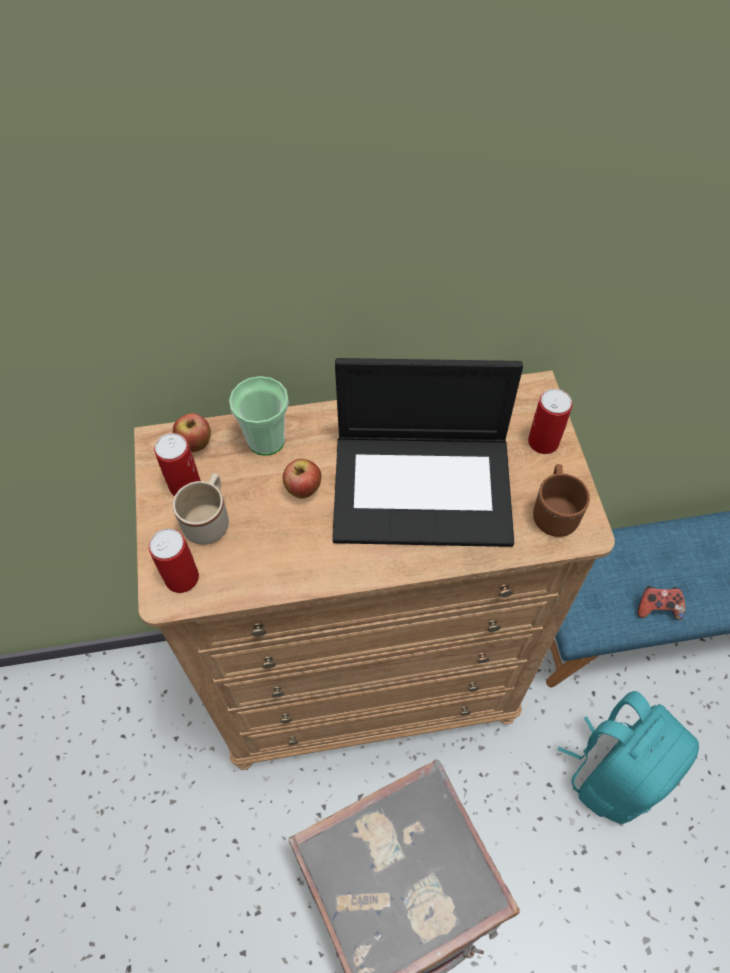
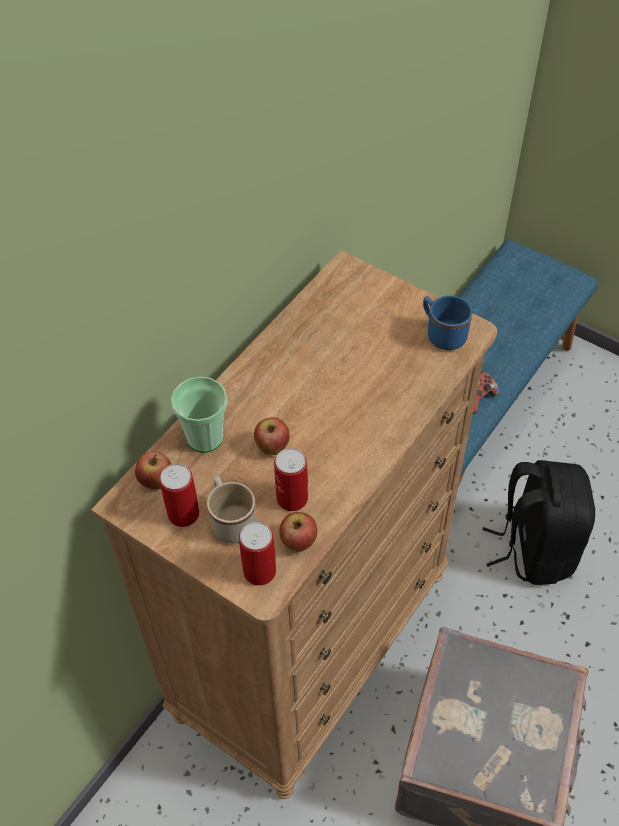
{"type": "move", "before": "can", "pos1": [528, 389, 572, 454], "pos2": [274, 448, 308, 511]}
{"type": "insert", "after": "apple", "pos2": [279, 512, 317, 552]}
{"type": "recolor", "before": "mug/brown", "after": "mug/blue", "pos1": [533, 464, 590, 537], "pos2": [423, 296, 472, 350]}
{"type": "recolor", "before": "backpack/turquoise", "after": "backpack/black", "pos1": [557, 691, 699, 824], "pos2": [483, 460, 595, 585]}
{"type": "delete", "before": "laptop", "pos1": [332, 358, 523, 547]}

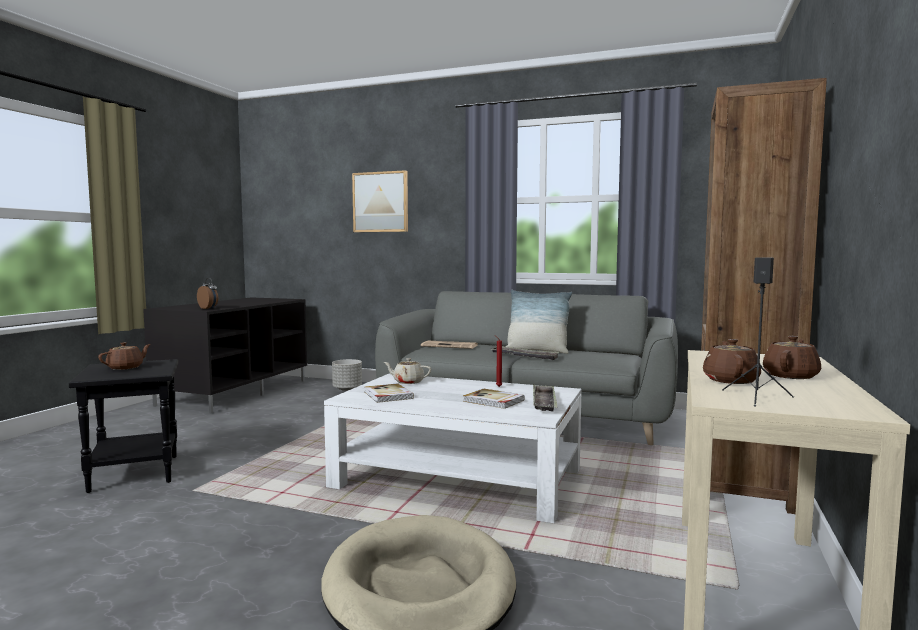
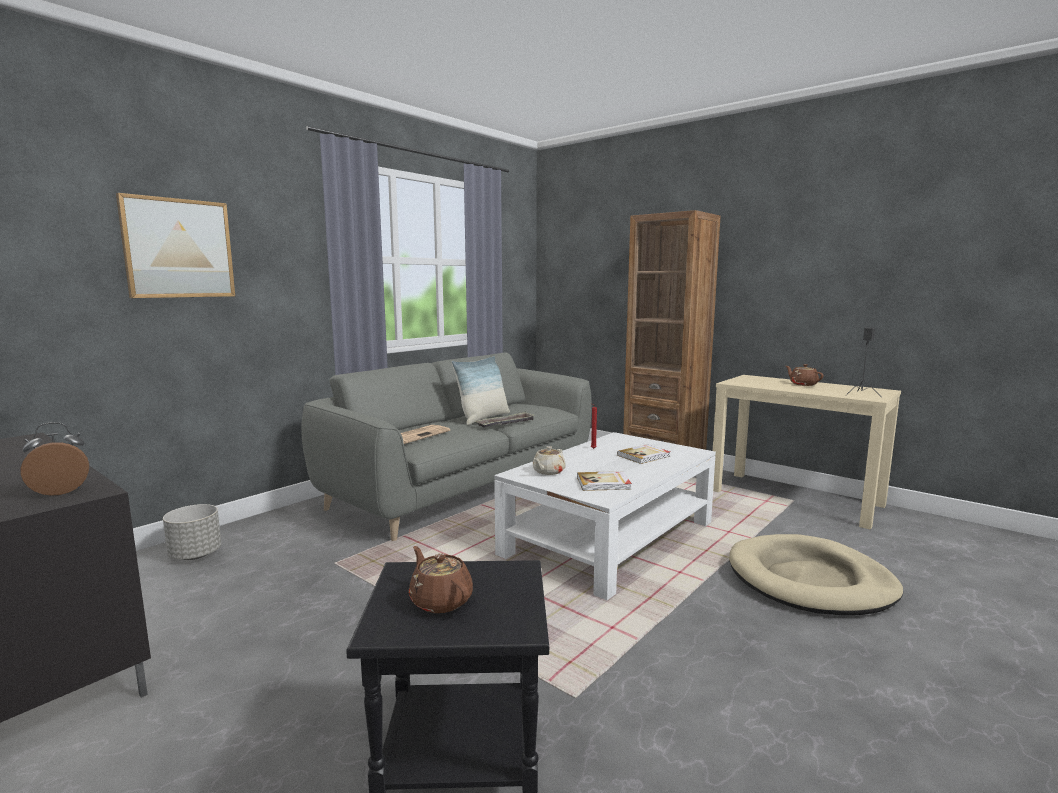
{"type": "delete", "before": "tray", "pos1": [533, 384, 558, 412]}
{"type": "delete", "before": "teapot/brown", "pos1": [703, 339, 761, 384]}

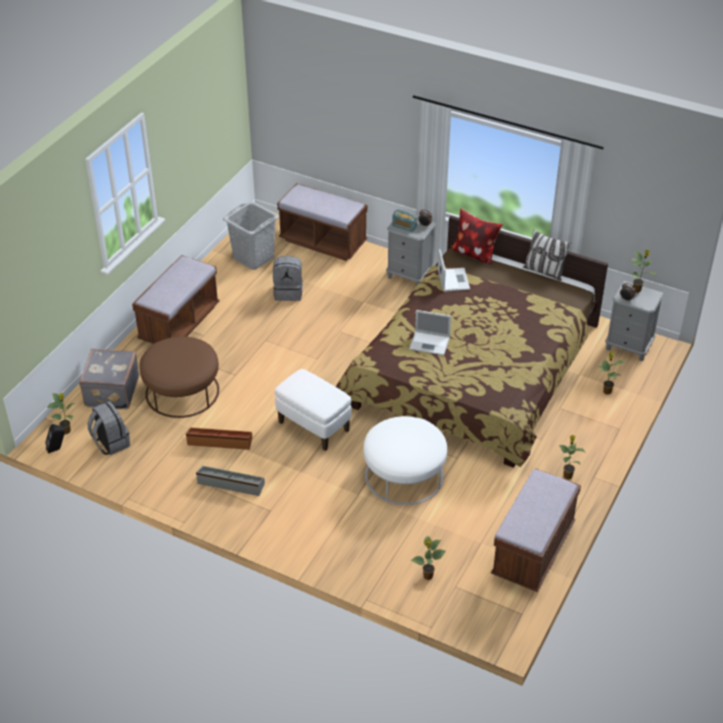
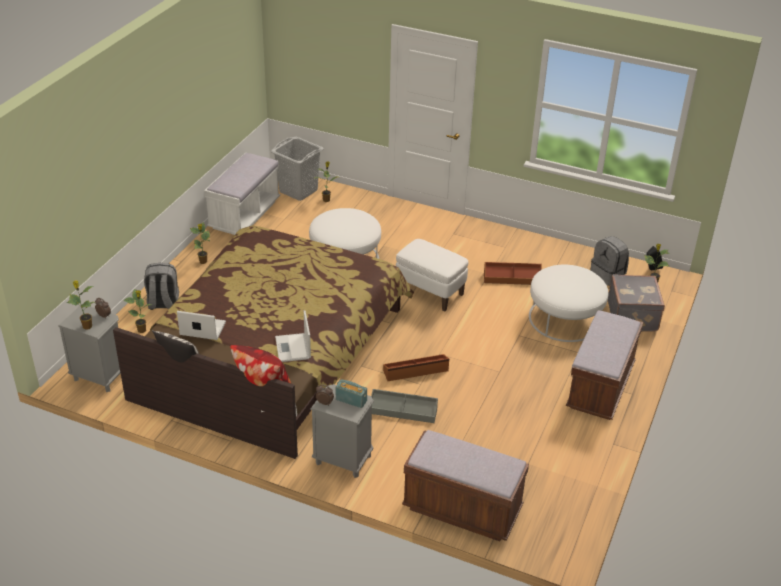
{"type": "move", "before": "backpack/grey", "pos1": [273, 256, 303, 301], "pos2": [144, 263, 179, 310]}
{"type": "move", "before": "laptop", "pos1": [409, 310, 451, 355], "pos2": [177, 311, 226, 340]}
{"type": "recolor", "before": "bench/brown", "after": "bench/white", "pos1": [491, 468, 581, 592], "pos2": [204, 153, 280, 235]}
{"type": "move", "before": "laundry basket/grey", "pos1": [223, 201, 279, 270], "pos2": [271, 137, 324, 201]}
{"type": "move", "before": "storage box/grey", "pos1": [196, 466, 265, 496], "pos2": [371, 389, 438, 423]}
{"type": "insert", "after": "storage box/brown", "pos2": [383, 354, 449, 381]}
{"type": "recolor", "before": "ottoman/brown", "after": "ottoman/white", "pos1": [139, 336, 219, 418], "pos2": [529, 265, 608, 342]}

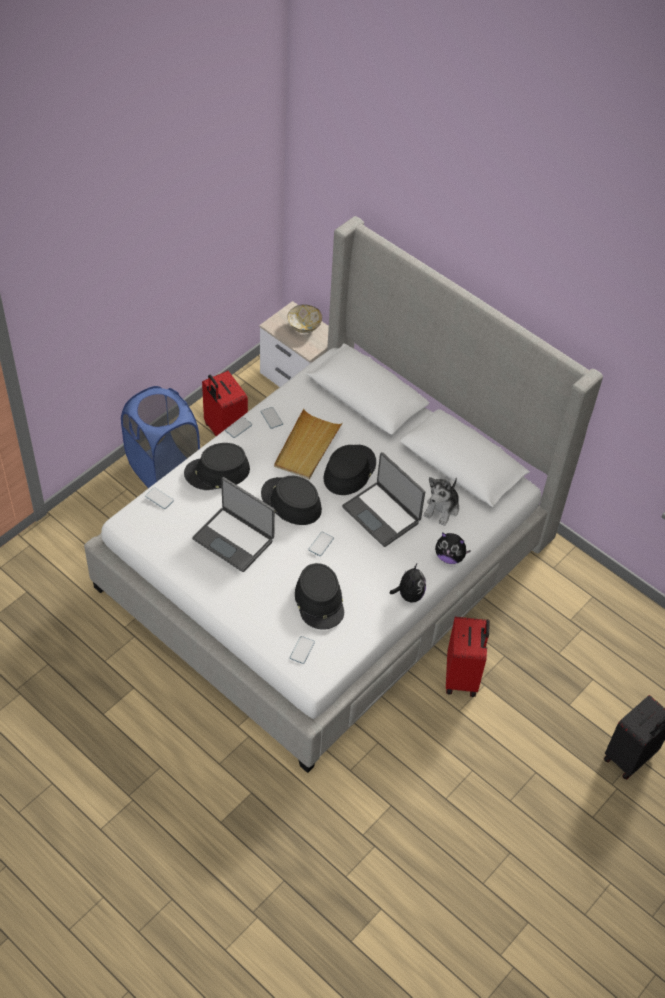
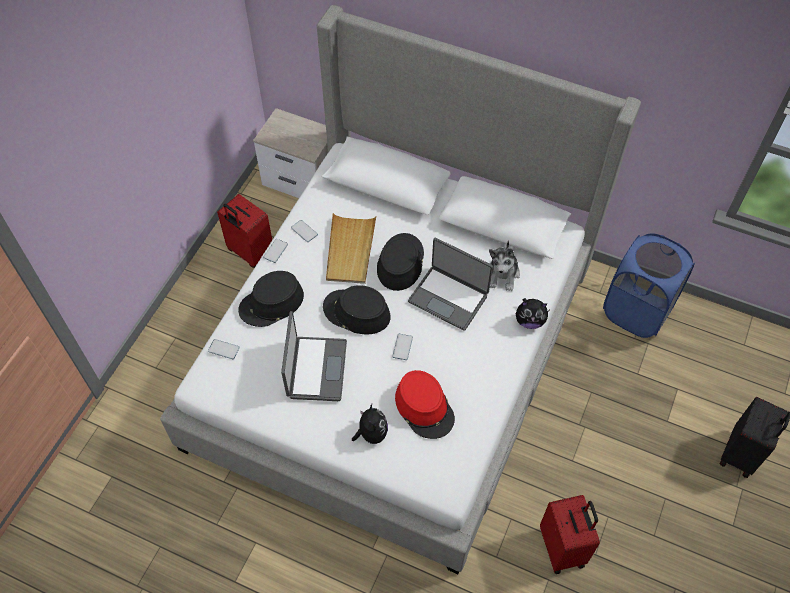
{"type": "rotate", "before": "laptop", "pos1": [192, 477, 275, 572], "pos2": [281, 311, 347, 401], "turn": -105}
{"type": "move", "before": "plush toy", "pos1": [390, 564, 426, 602], "pos2": [352, 404, 388, 444]}
{"type": "recolor", "before": "hat/black", "after": "hat/red", "pos1": [295, 563, 344, 630], "pos2": [395, 370, 455, 439]}
{"type": "move", "before": "suitcase/red", "pos1": [446, 617, 490, 697], "pos2": [540, 495, 600, 574]}
{"type": "move", "before": "laundry basket/blue", "pos1": [121, 386, 200, 488], "pos2": [603, 233, 695, 338]}
{"type": "delete", "before": "bowl", "pos1": [287, 304, 322, 333]}
{"type": "delete", "before": "phone", "pos1": [290, 636, 315, 664]}

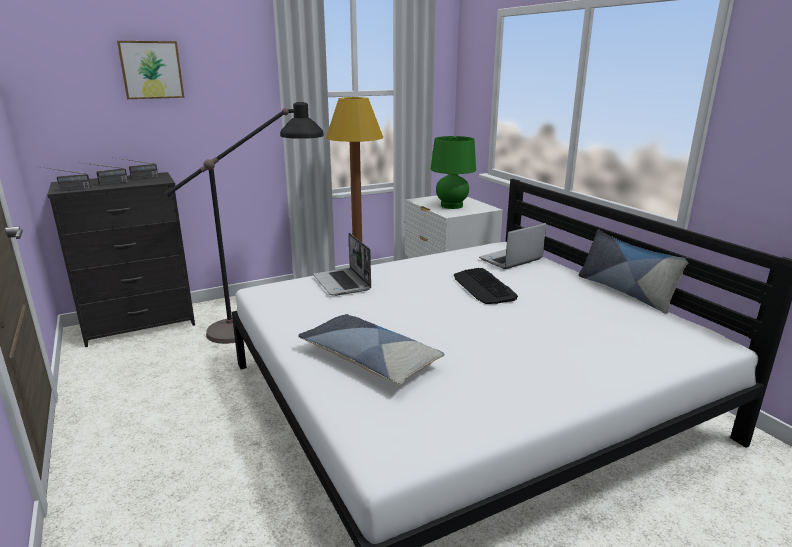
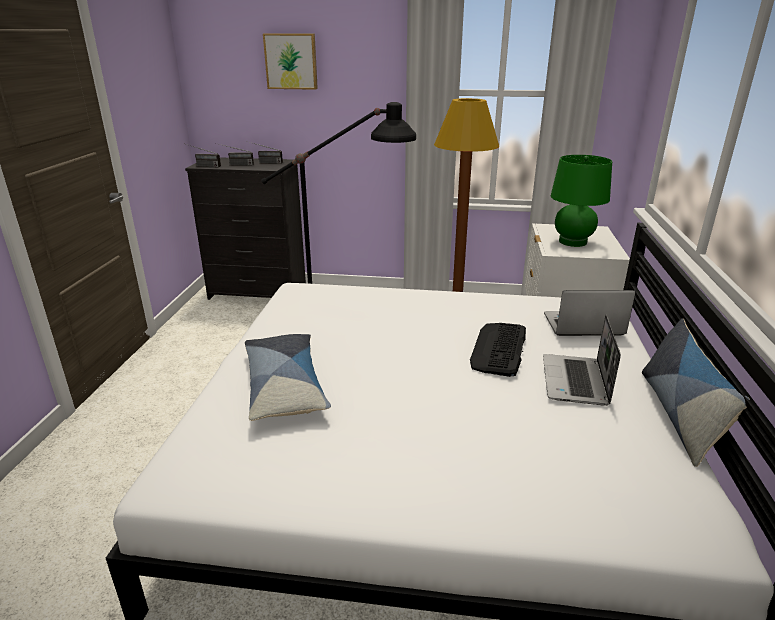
{"type": "move", "before": "laptop", "pos1": [313, 233, 371, 296], "pos2": [543, 314, 621, 406]}

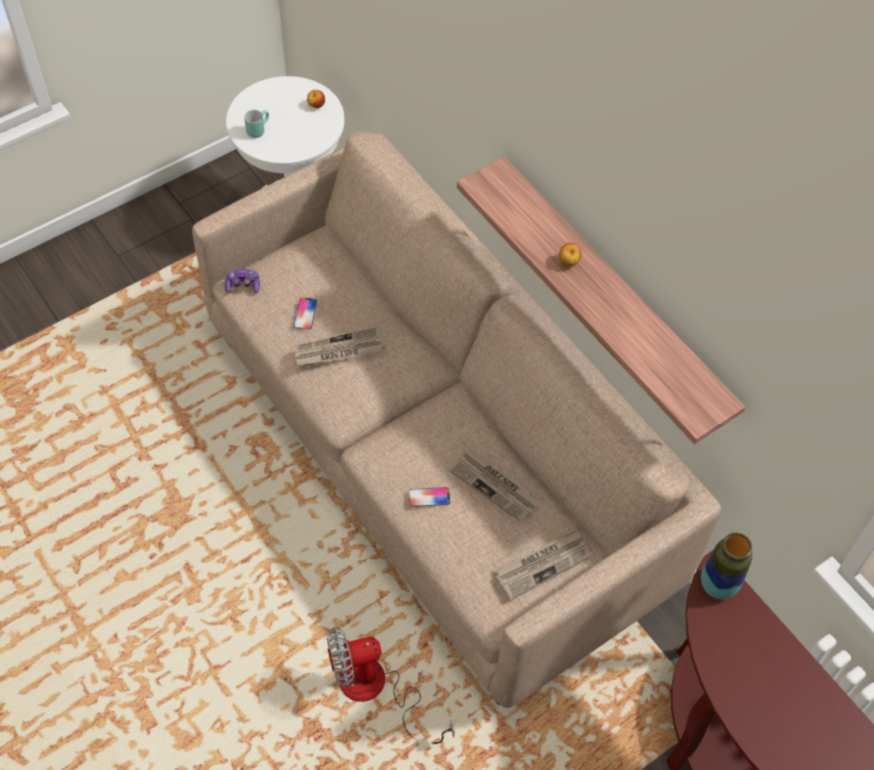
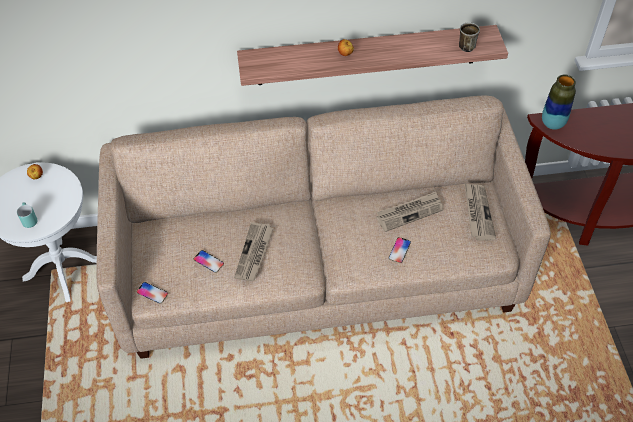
{"type": "replace", "before": "game controller", "after": "phone", "pos1": [225, 269, 260, 293], "pos2": [136, 282, 168, 304]}
{"type": "insert", "after": "mug", "pos2": [459, 22, 480, 52]}
{"type": "delete", "before": "fan", "pos1": [327, 627, 455, 744]}

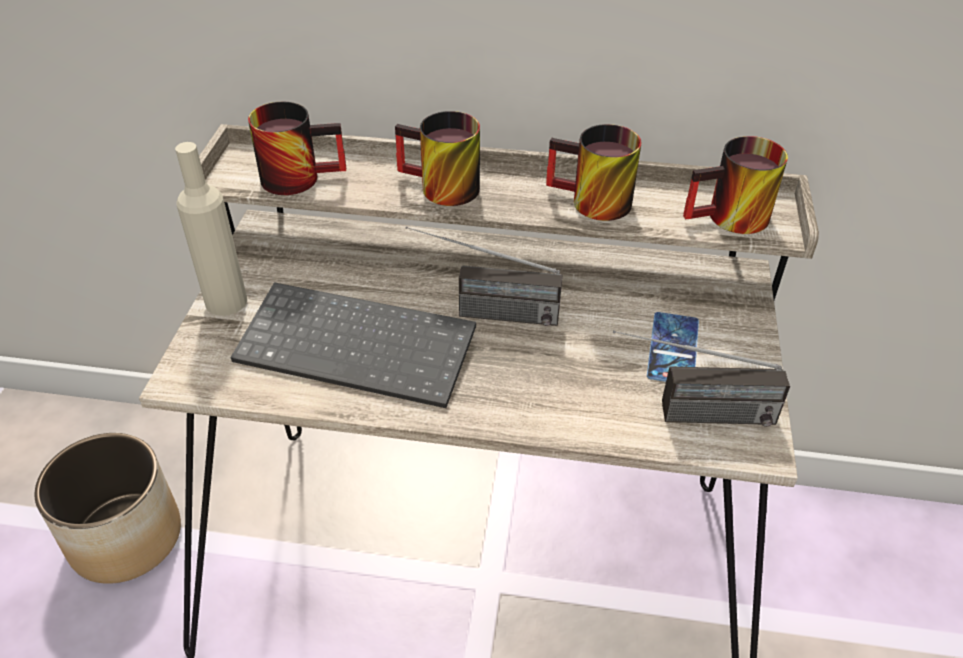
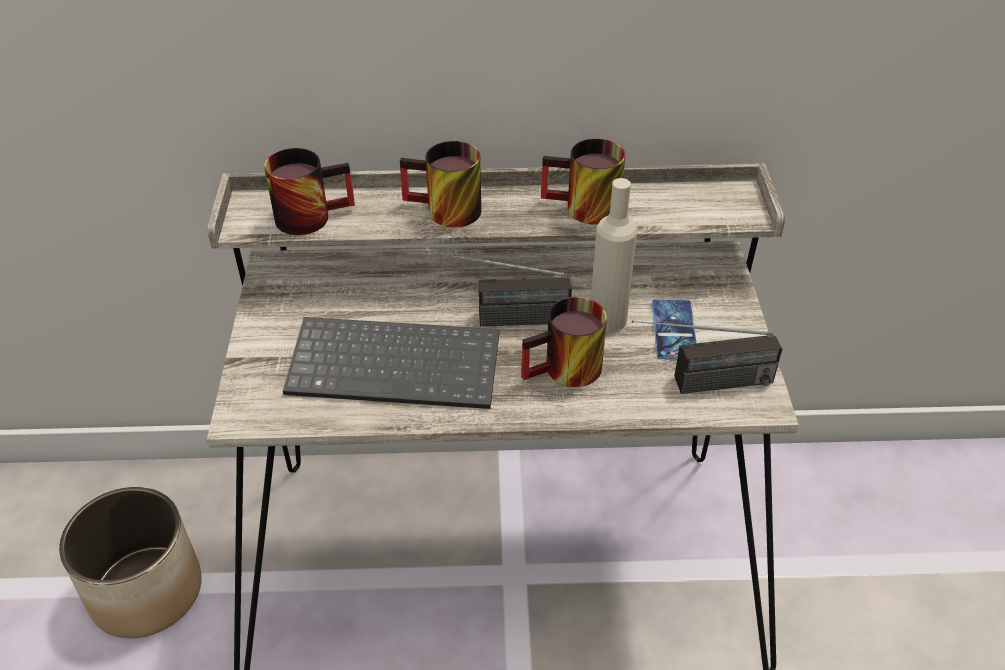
{"type": "move", "before": "mug", "pos1": [683, 136, 788, 234], "pos2": [521, 297, 607, 387]}
{"type": "move", "before": "bottle/beige", "pos1": [175, 142, 247, 316], "pos2": [591, 178, 638, 332]}

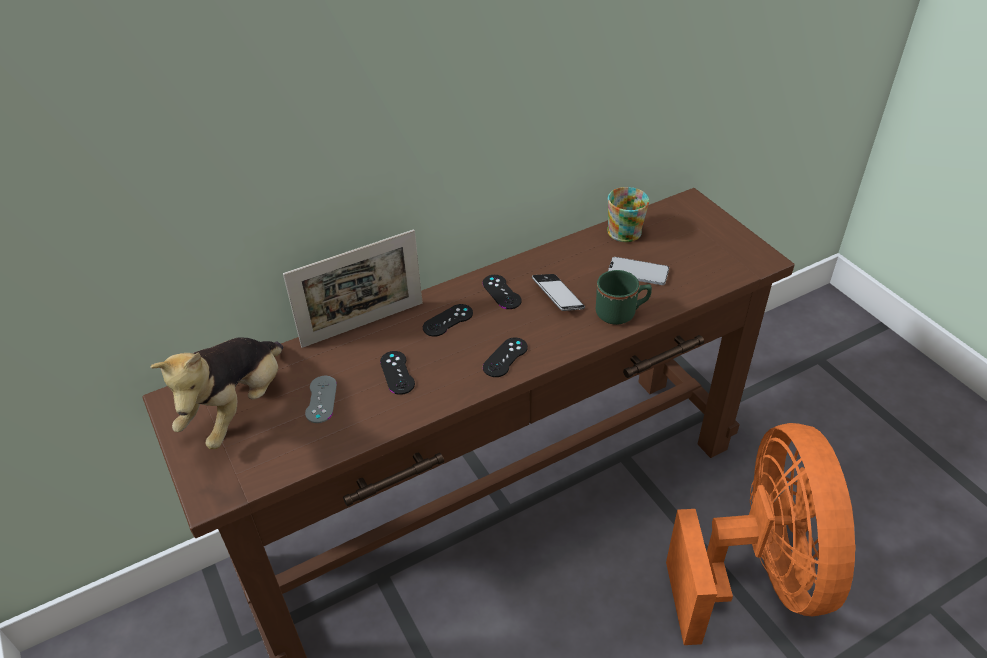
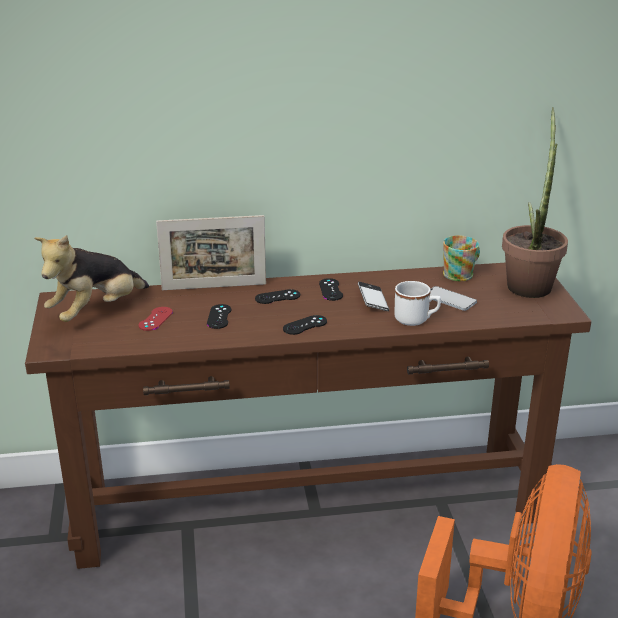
{"type": "recolor", "before": "game controller/grey", "after": "game controller/red", "pos1": [305, 376, 337, 423], "pos2": [138, 307, 173, 331]}
{"type": "recolor", "before": "mug/green", "after": "mug/white", "pos1": [596, 270, 652, 325], "pos2": [394, 281, 441, 326]}
{"type": "insert", "after": "potted plant", "pos2": [502, 107, 568, 298]}

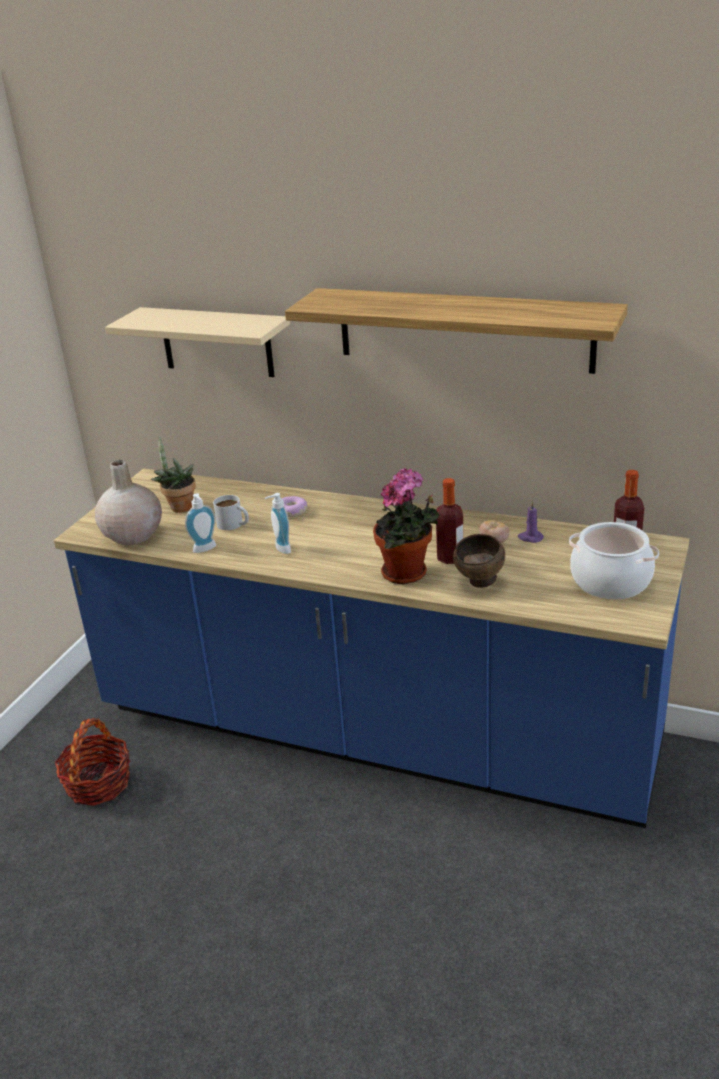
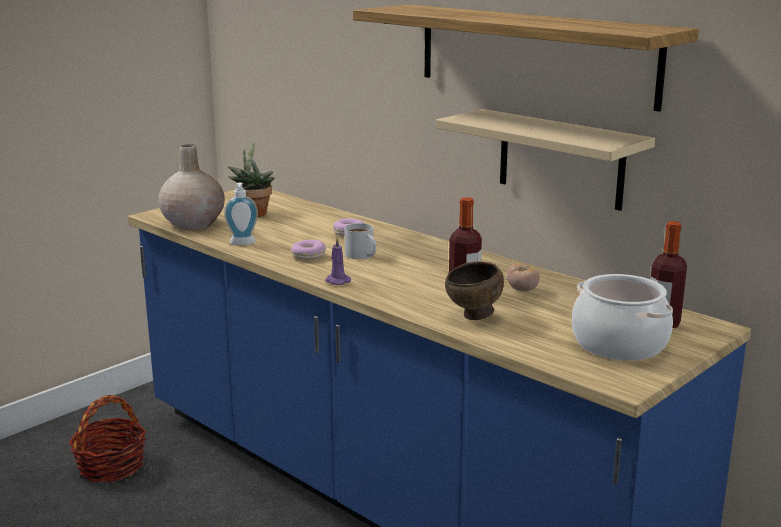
{"type": "replace", "before": "soap dispenser", "after": "donut", "pos1": [265, 493, 291, 554], "pos2": [291, 240, 326, 260]}
{"type": "move", "before": "candle/purple", "pos1": [518, 501, 544, 543], "pos2": [325, 237, 351, 285]}
{"type": "move", "before": "mug/white", "pos1": [213, 495, 249, 530], "pos2": [344, 223, 376, 259]}
{"type": "move", "before": "shelf/beige", "pos1": [105, 307, 290, 377], "pos2": [436, 109, 655, 211]}
{"type": "delete", "before": "potted plant", "pos1": [373, 468, 439, 584]}

